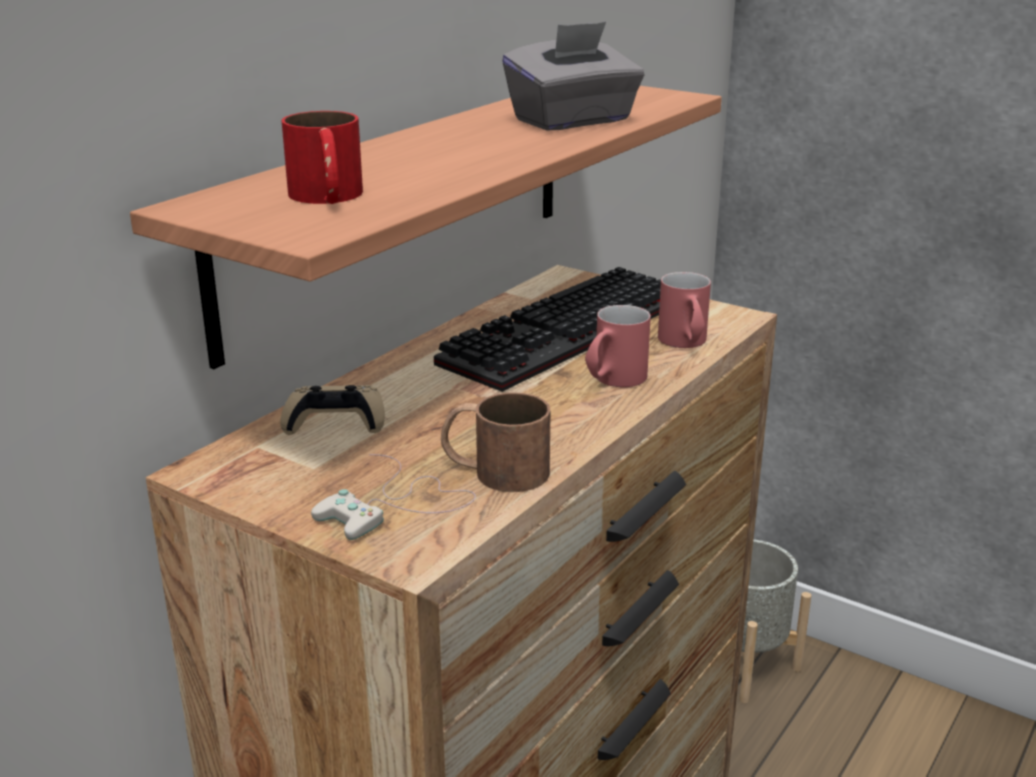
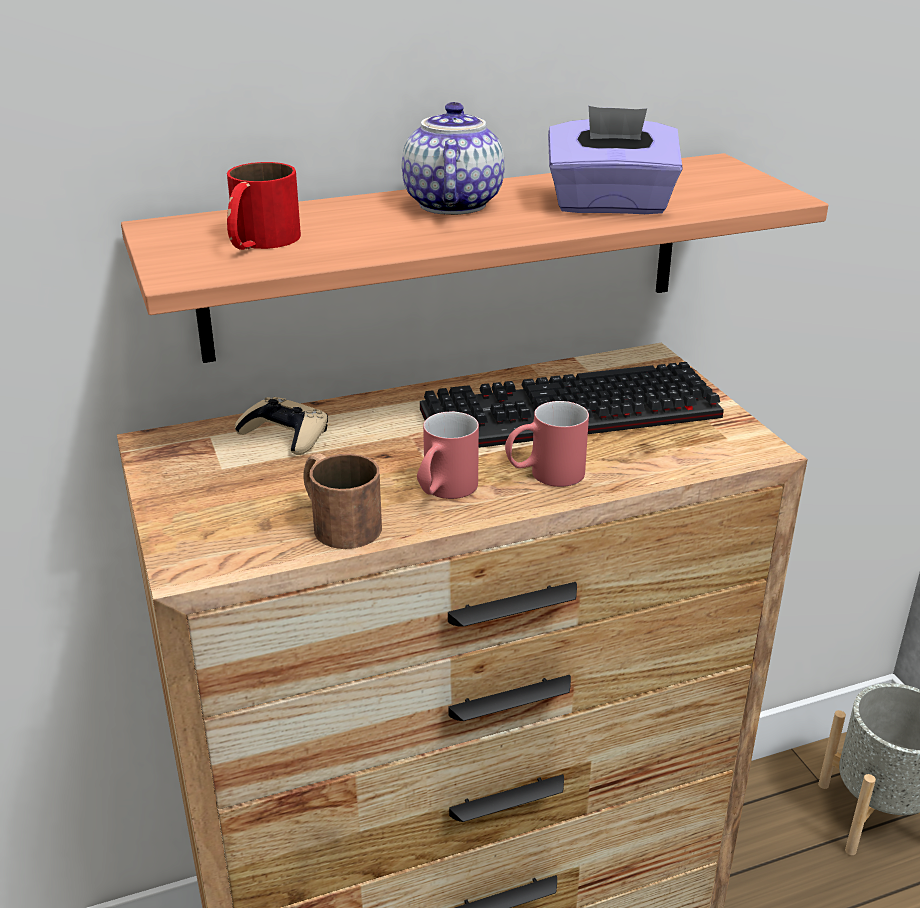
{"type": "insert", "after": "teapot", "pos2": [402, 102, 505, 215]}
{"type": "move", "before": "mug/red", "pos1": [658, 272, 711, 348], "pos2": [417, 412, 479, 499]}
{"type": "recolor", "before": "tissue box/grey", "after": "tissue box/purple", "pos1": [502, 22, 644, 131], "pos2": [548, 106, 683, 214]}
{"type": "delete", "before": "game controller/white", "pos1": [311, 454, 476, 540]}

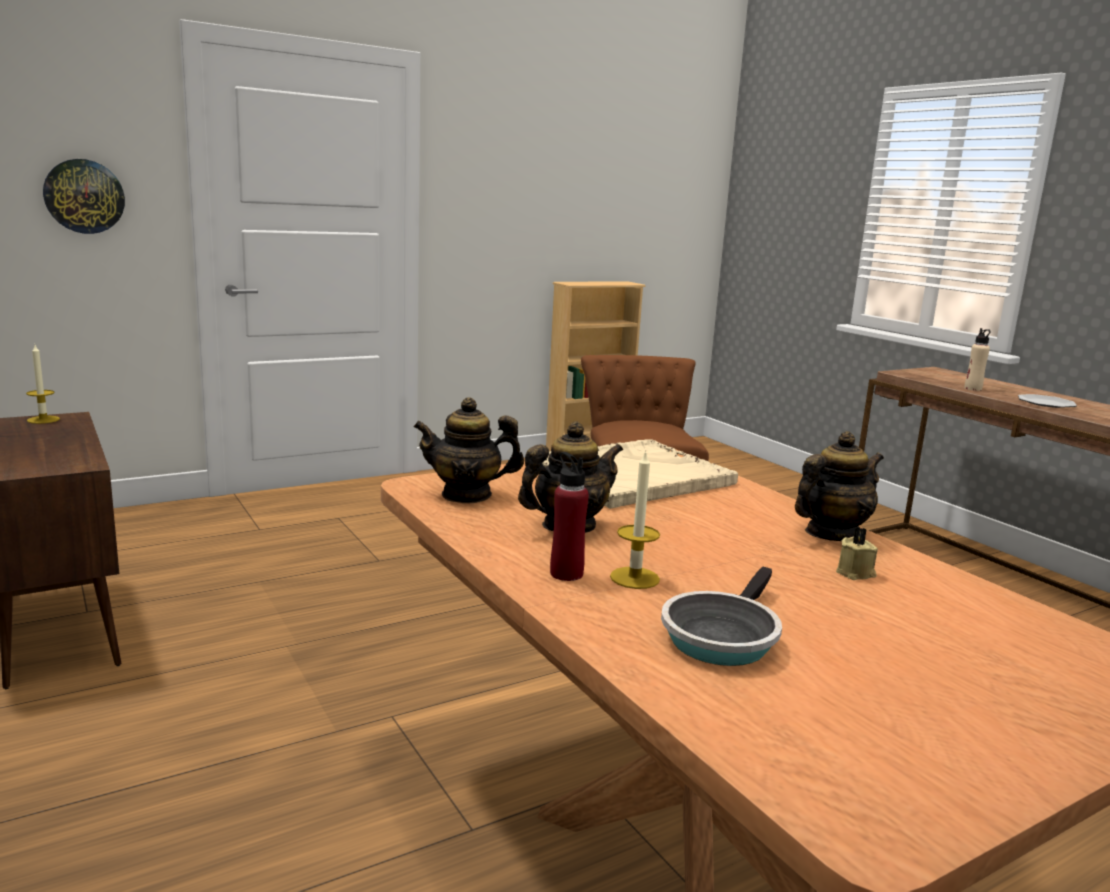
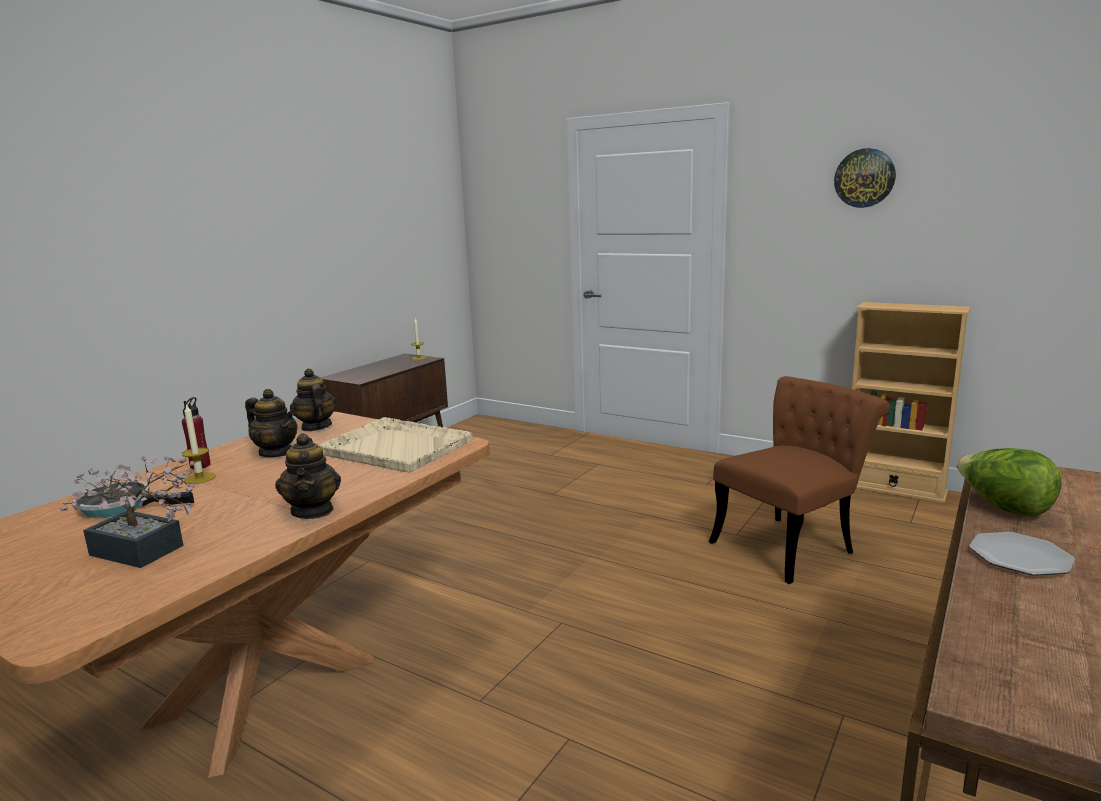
{"type": "insert", "after": "potted plant", "pos2": [60, 455, 196, 568]}
{"type": "rotate", "before": "teapot", "pos1": [795, 431, 884, 541], "pos2": [275, 433, 341, 519], "turn": 45}
{"type": "move", "before": "wall clock", "pos1": [43, 159, 125, 234], "pos2": [834, 148, 896, 208]}
{"type": "replace", "before": "bottle/beige", "after": "lettuce", "pos1": [964, 328, 991, 391], "pos2": [956, 448, 1062, 516]}
{"type": "delete", "before": "candle/beige", "pos1": [836, 527, 878, 580]}

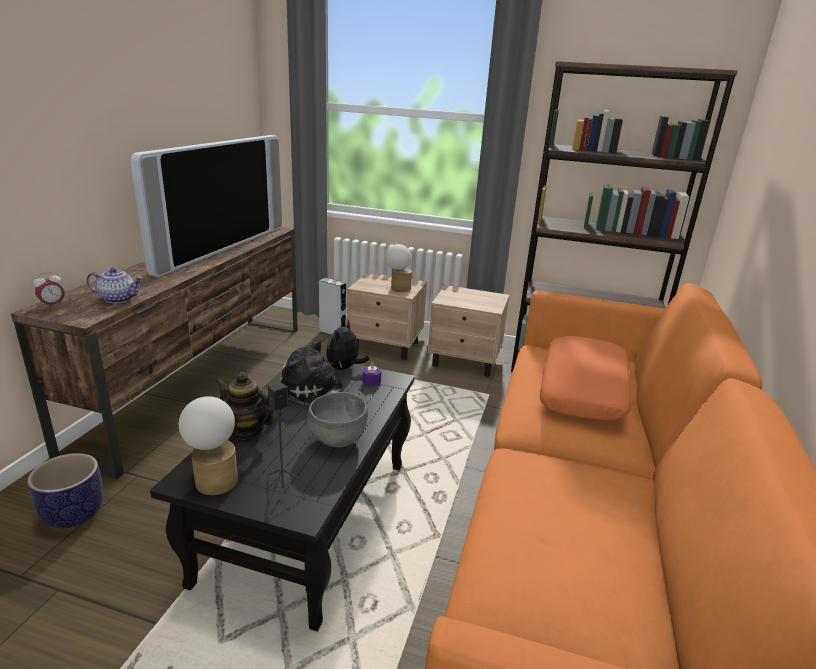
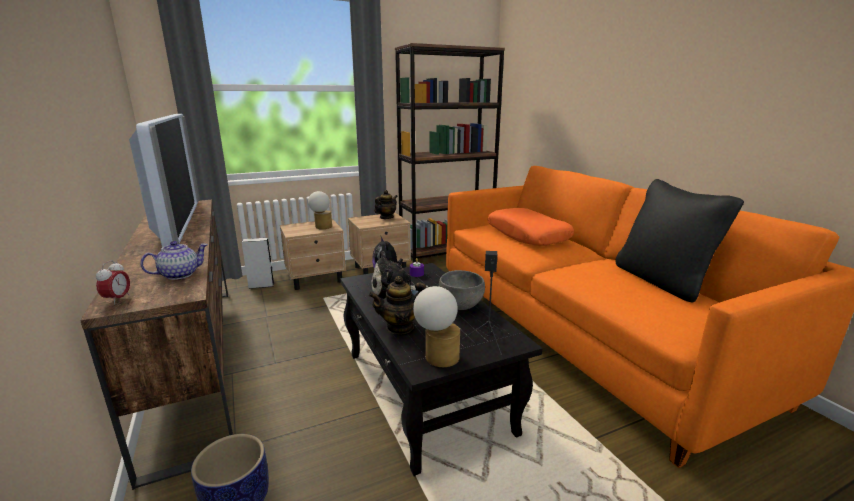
{"type": "insert", "after": "teapot", "pos2": [374, 190, 397, 219]}
{"type": "insert", "after": "pillow/black", "pos2": [615, 179, 744, 302]}

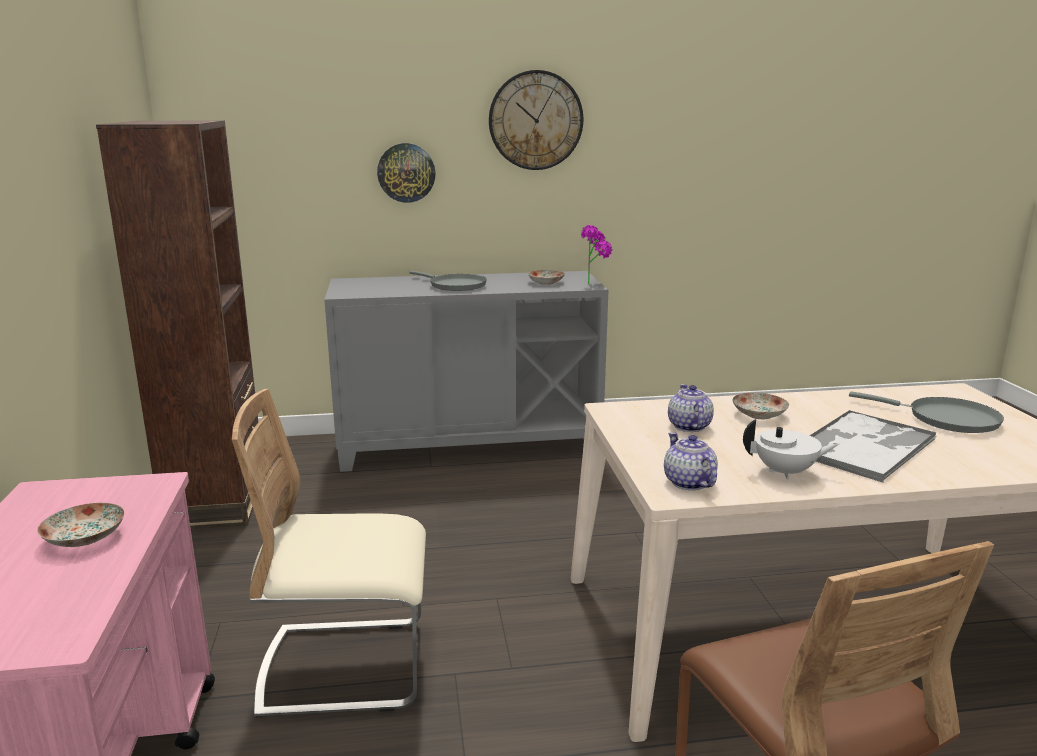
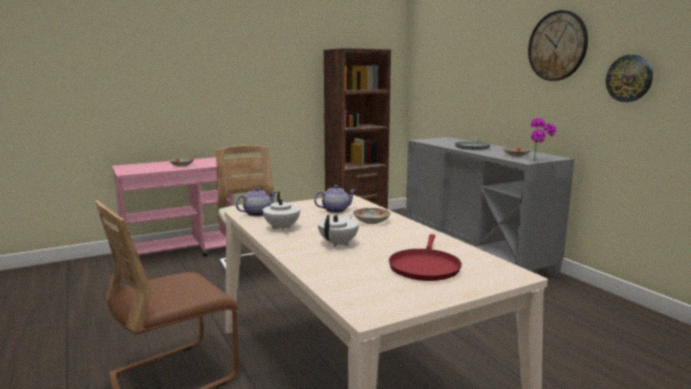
{"type": "replace", "before": "tray", "after": "teapot/white", "pos1": [810, 410, 937, 483], "pos2": [318, 215, 359, 247]}
{"type": "recolor", "before": "frying pan/grey", "after": "frying pan/red", "pos1": [849, 392, 1004, 433], "pos2": [389, 234, 462, 281]}
{"type": "move", "before": "wall clock", "pos1": [377, 143, 435, 203], "pos2": [606, 55, 653, 102]}

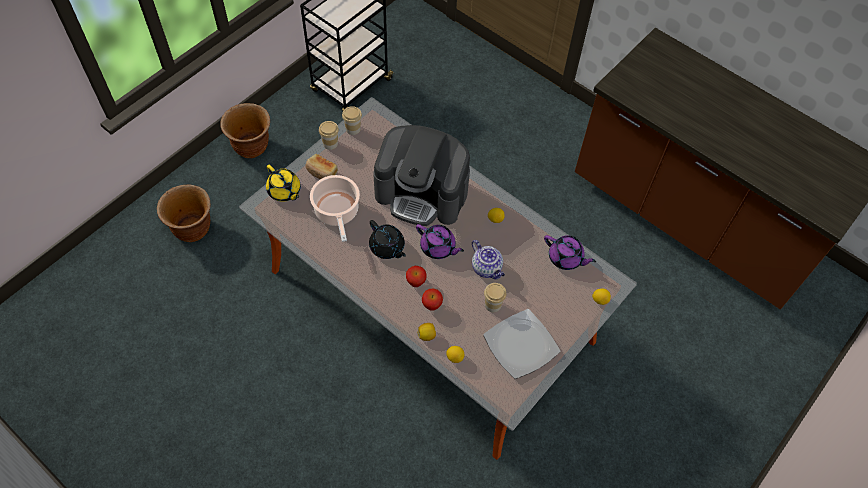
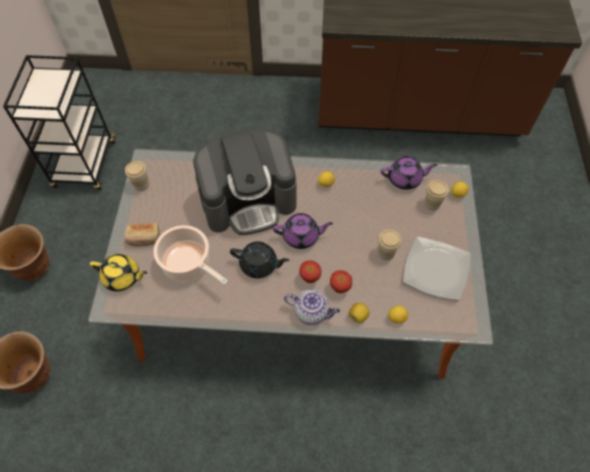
{"type": "move", "before": "teapot", "pos1": [472, 240, 505, 279], "pos2": [284, 290, 340, 325]}
{"type": "move", "before": "cup", "pos1": [319, 121, 339, 150], "pos2": [424, 180, 449, 211]}

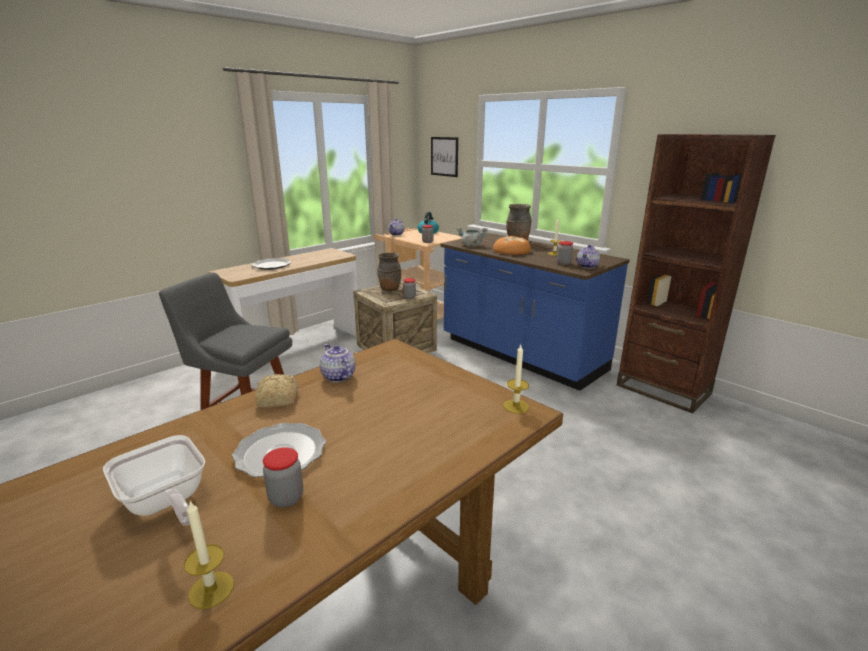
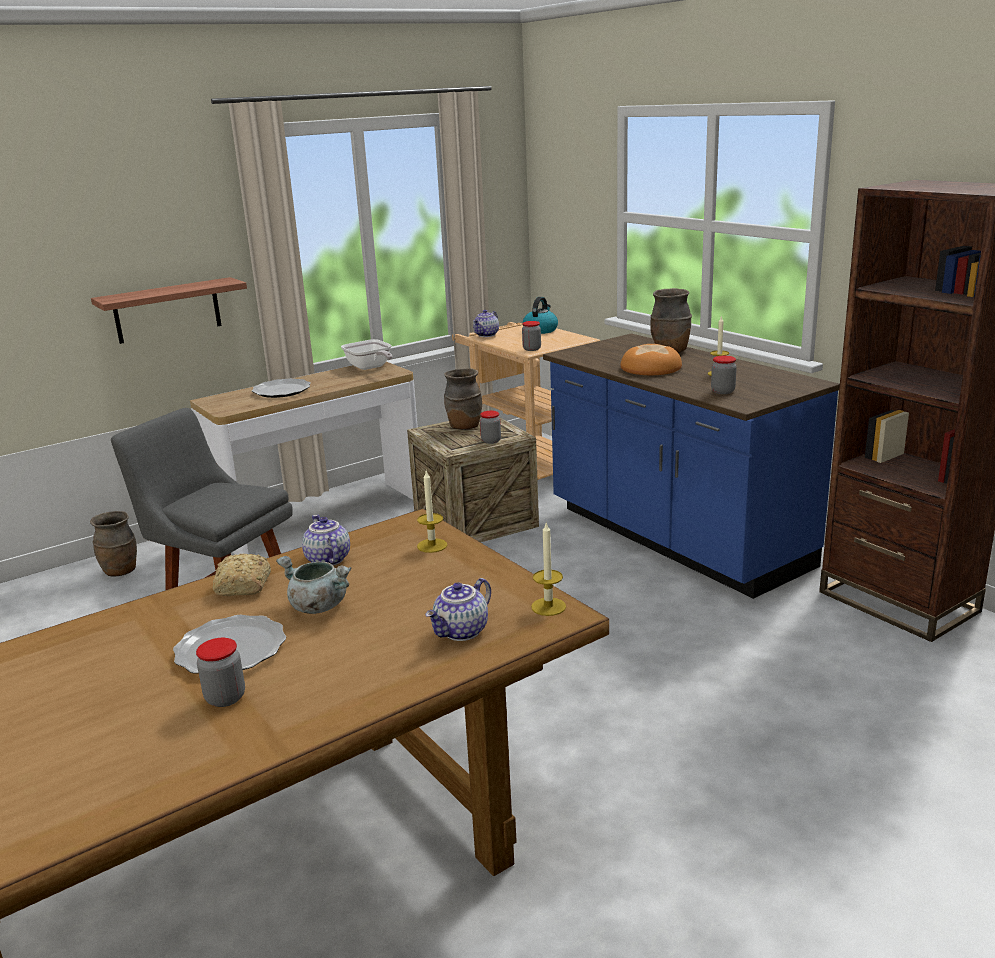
{"type": "insert", "after": "vase/brown", "pos2": [90, 511, 137, 577]}
{"type": "insert", "after": "shelf", "pos2": [91, 277, 247, 344]}
{"type": "move", "before": "cooking pot/grey", "pos1": [457, 227, 488, 247], "pos2": [276, 556, 351, 614]}
{"type": "move", "before": "frying pan", "pos1": [103, 435, 205, 525], "pos2": [341, 339, 392, 370]}
{"type": "move", "before": "candle", "pos1": [184, 501, 234, 609], "pos2": [417, 471, 447, 553]}
{"type": "move", "before": "teapot", "pos1": [577, 245, 600, 269], "pos2": [425, 578, 491, 641]}
{"type": "delete", "before": "picture", "pos1": [431, 137, 458, 177]}

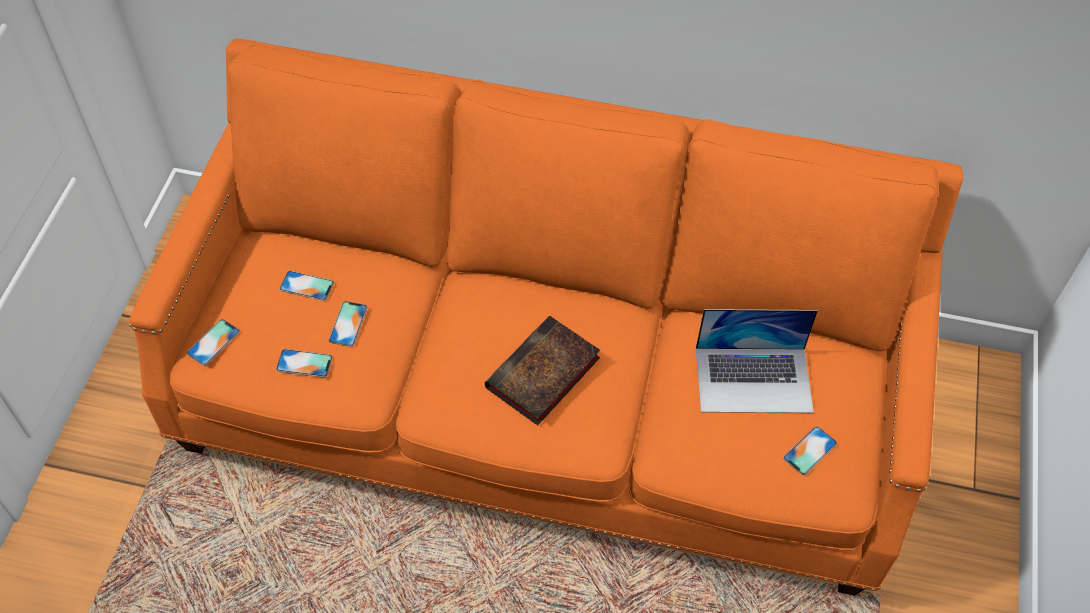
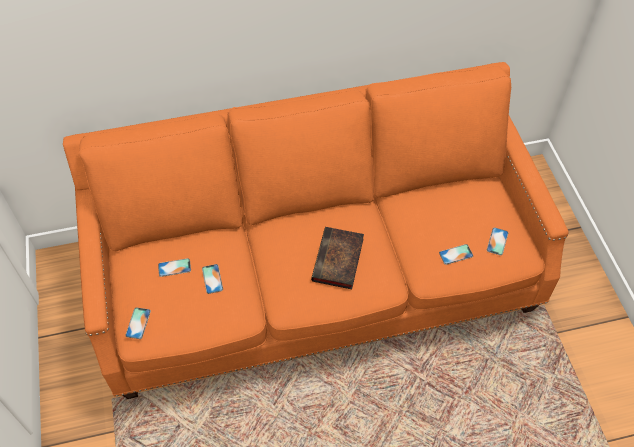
{"type": "move", "before": "phone", "pos1": [276, 349, 333, 378], "pos2": [439, 244, 473, 265]}
{"type": "delete", "before": "laptop", "pos1": [696, 309, 818, 413]}

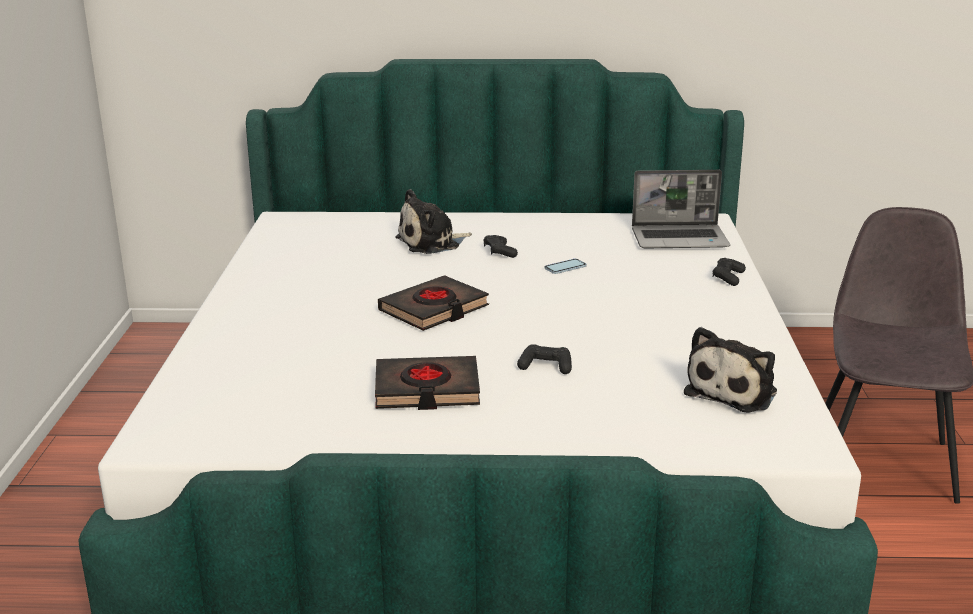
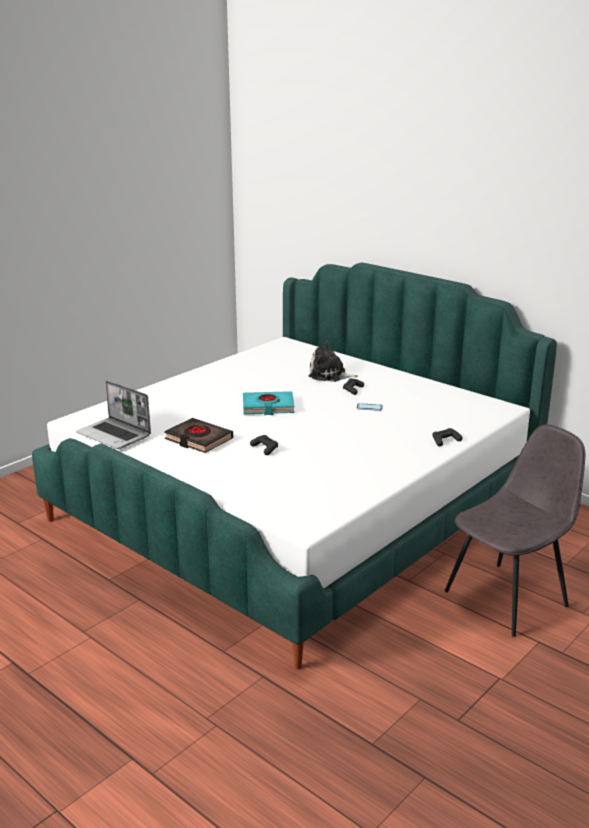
{"type": "move", "before": "laptop", "pos1": [632, 170, 730, 248], "pos2": [76, 380, 151, 449]}
{"type": "recolor", "before": "book/black", "after": "book/turquoise", "pos1": [378, 275, 489, 331], "pos2": [243, 391, 294, 415]}
{"type": "delete", "before": "plush toy", "pos1": [684, 327, 777, 413]}

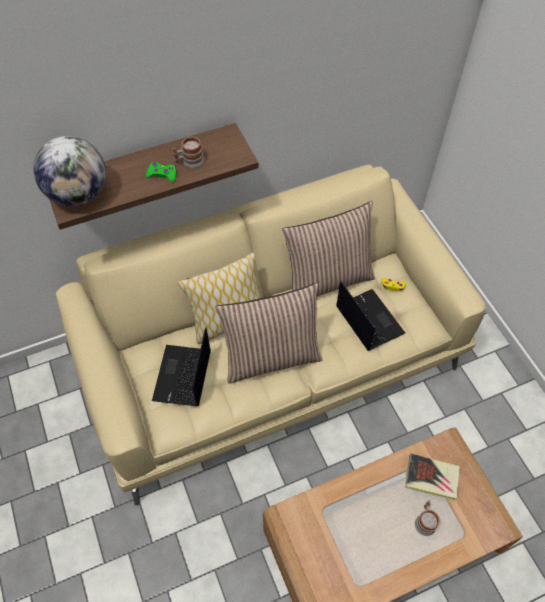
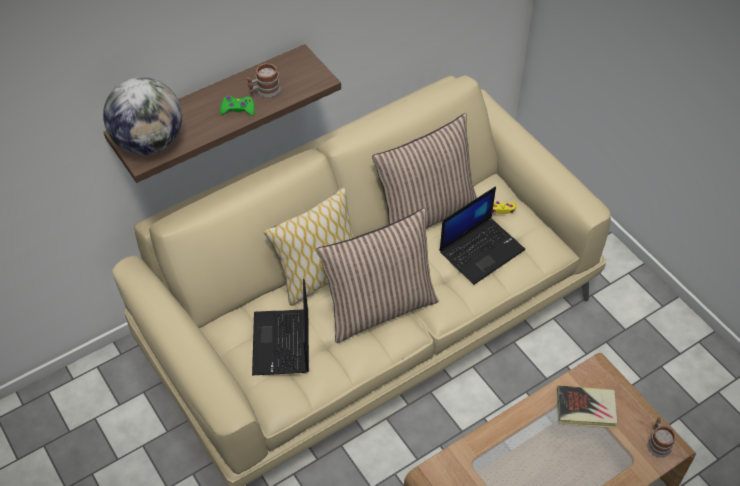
{"type": "rotate", "before": "laptop", "pos1": [336, 281, 405, 351], "pos2": [439, 186, 525, 285], "turn": 90}
{"type": "move", "before": "mug", "pos1": [415, 500, 439, 536], "pos2": [647, 417, 676, 458]}

